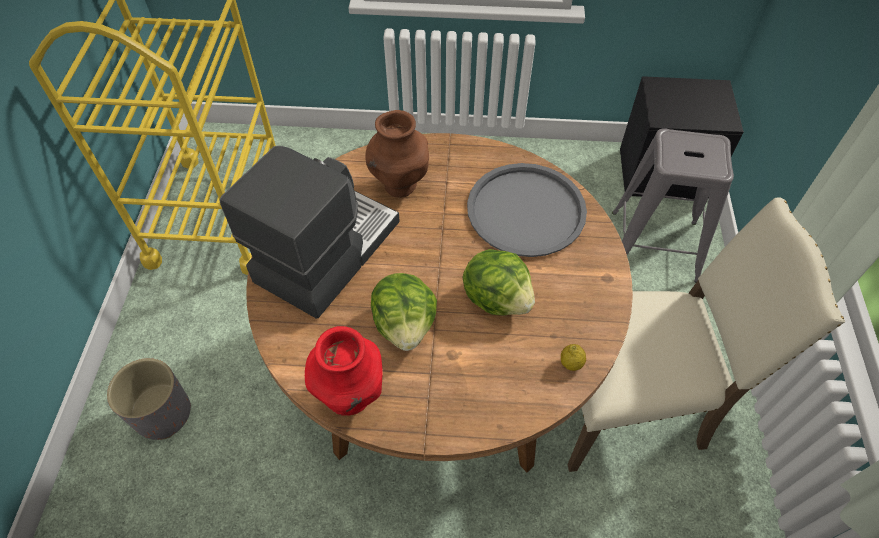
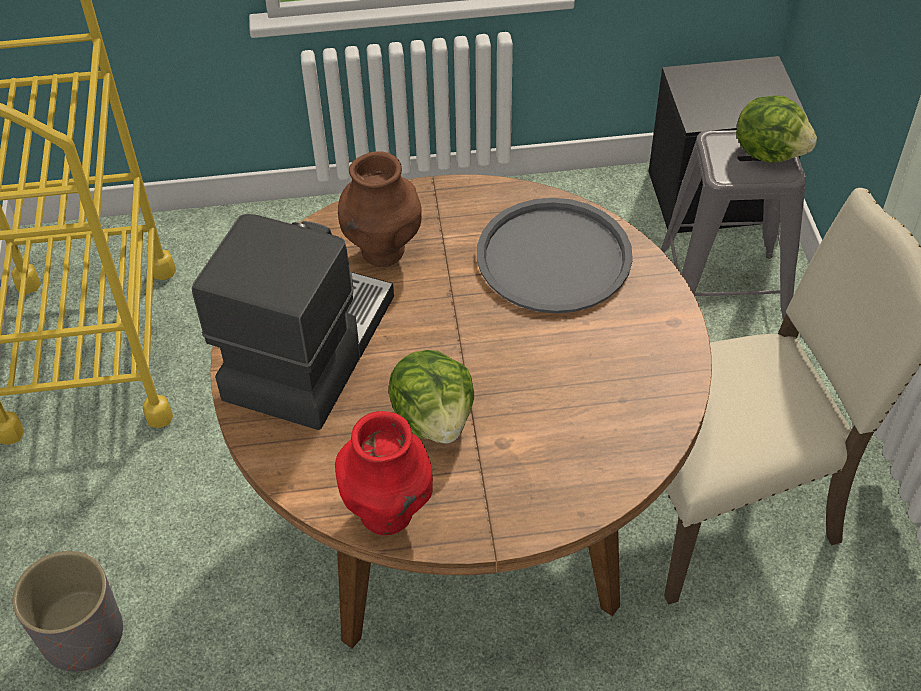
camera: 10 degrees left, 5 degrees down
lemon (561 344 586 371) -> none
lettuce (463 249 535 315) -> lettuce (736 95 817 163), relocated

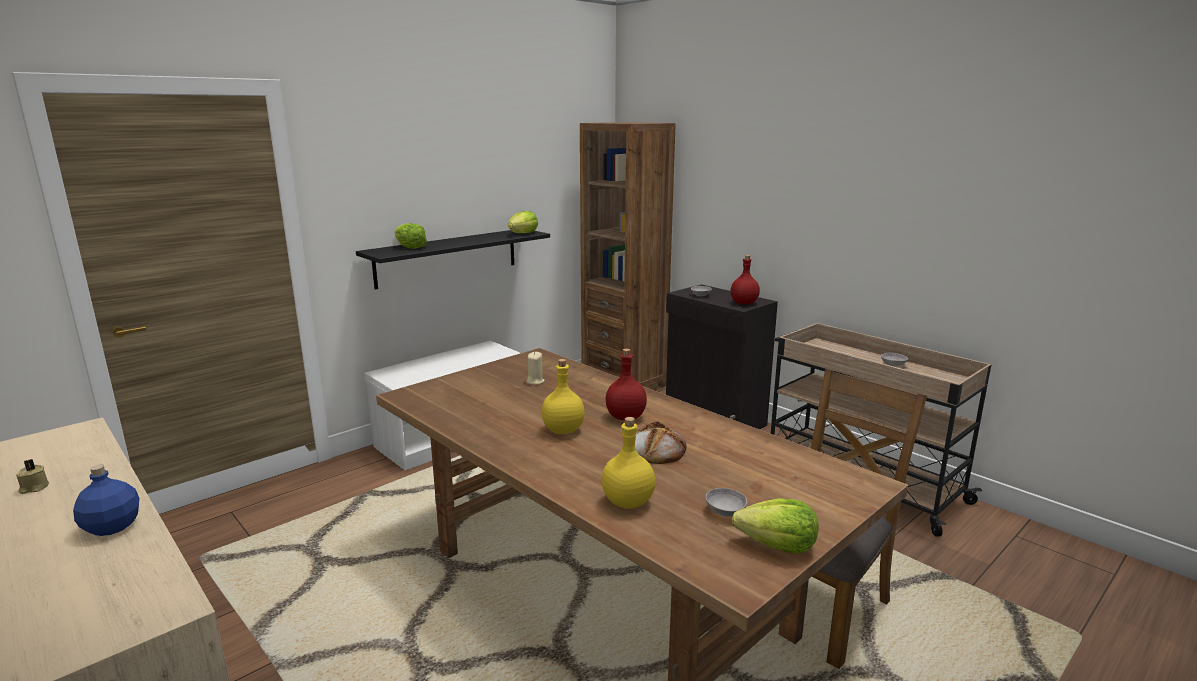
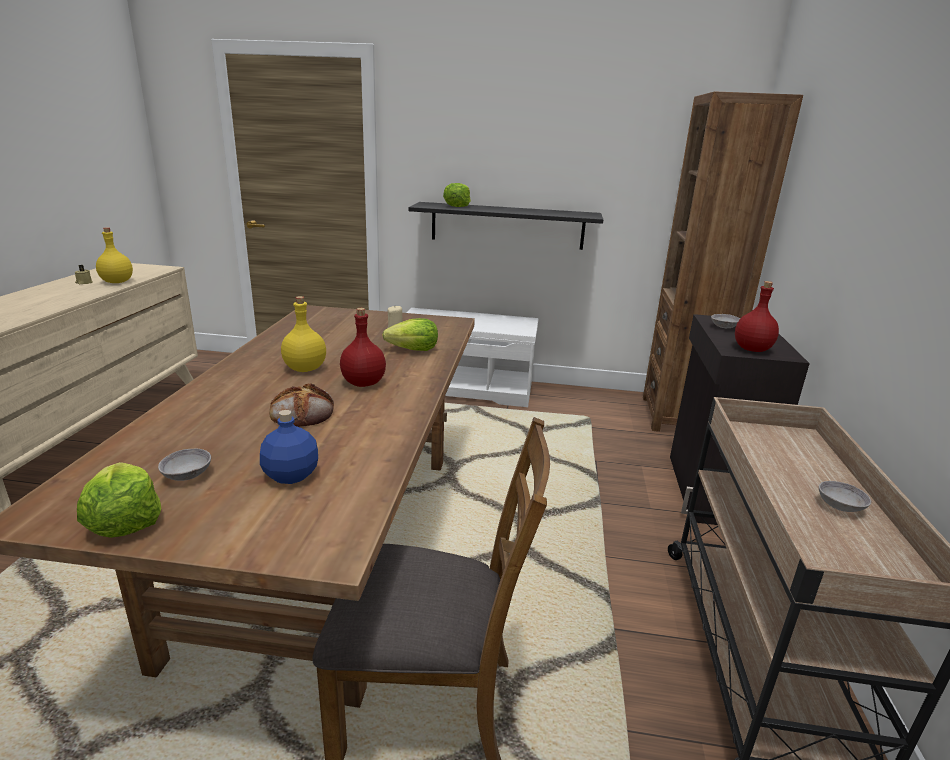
camera: 50 degrees right, 5 degrees up
bottle in blue (73 464 139 536) -> bottle in blue (260 410 318 484), relocated
lettuce (508 211 538 233) -> lettuce (382 318 438 351), relocated
bottle in yellow (601 417 656 509) -> bottle in yellow (96 227 133 283), relocated

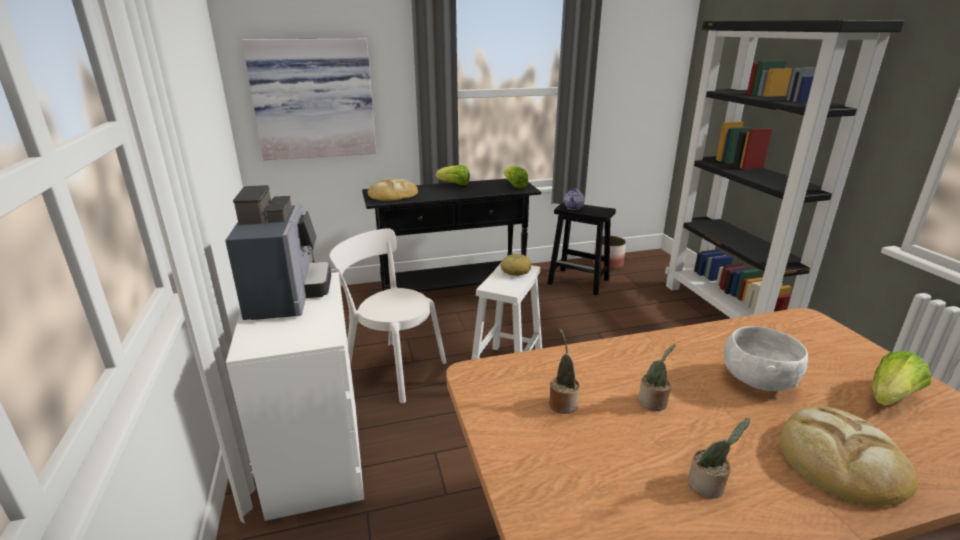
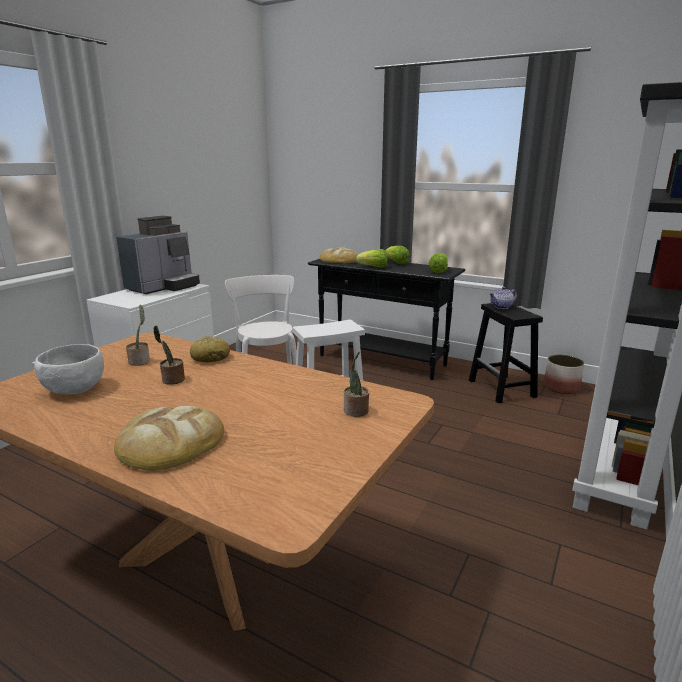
camera: 45 degrees right, 5 degrees down
picture (242 38 376 160) -> none
bread (501 254 531 276) -> bread (190 336 230 363), relocated
potted plant (688 418 750 499) -> potted plant (344 351 369 417), relocated
bowl in white (724 326 808 391) -> bowl in white (32 344 104 394), relocated
lettuce (872 351 931 406) -> lettuce (356 249 388 268), relocated

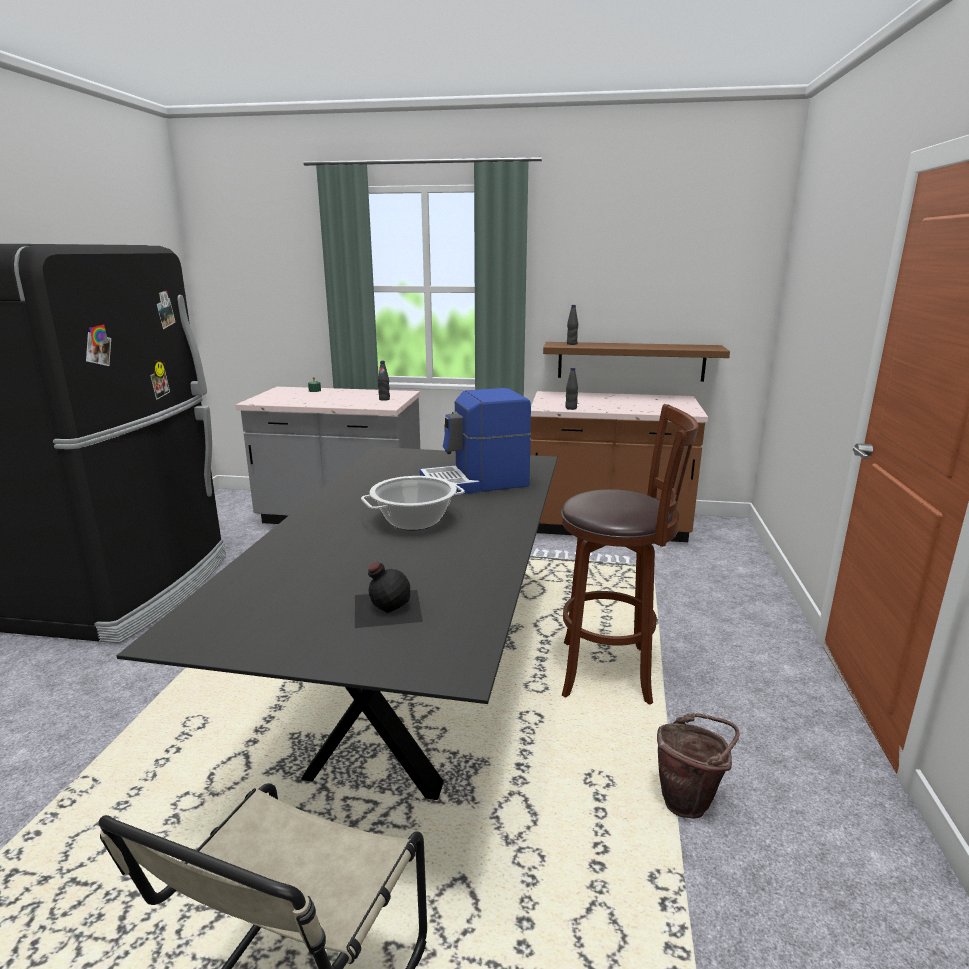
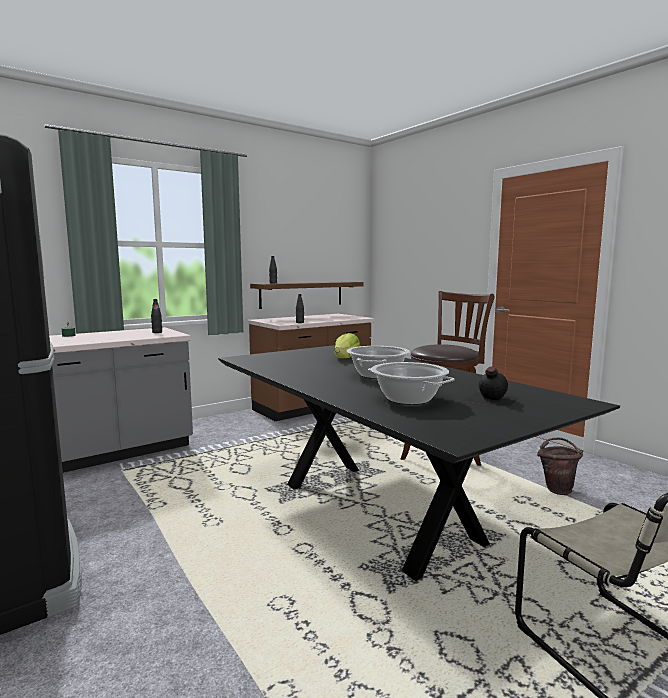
camera: 45 degrees left, 10 degrees down
none -> cooking pot (368 362 455 405)
coffee machine (420 388 531 495) -> lettuce (335 333 360 358)

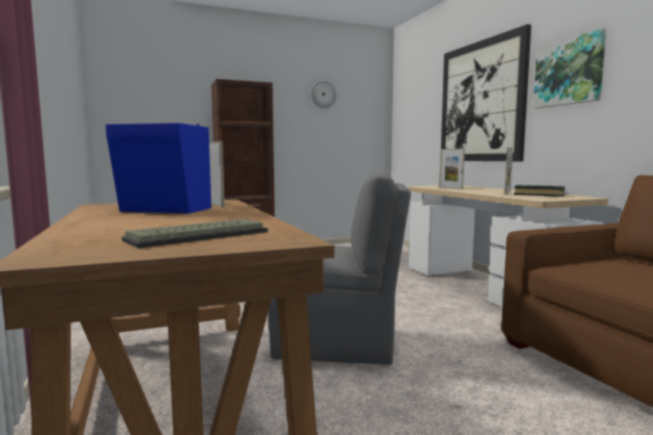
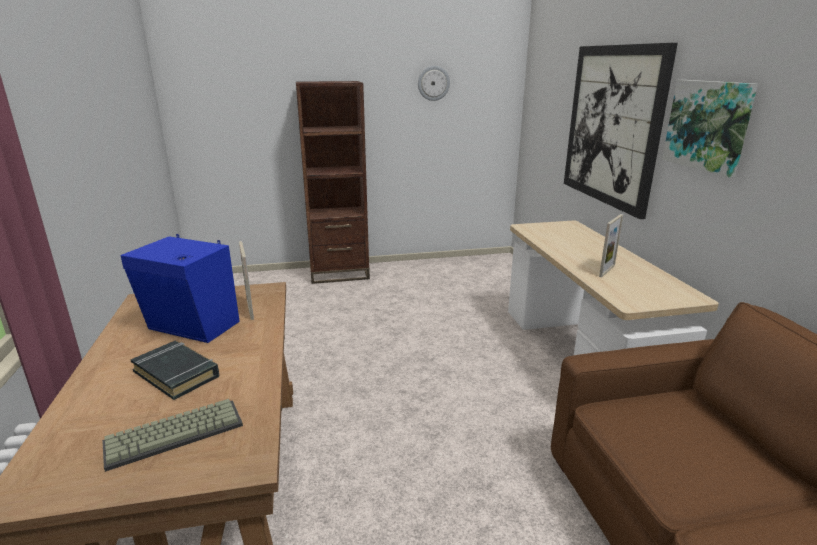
camera: 10 degrees right, 15 degrees up
chair in grey (269 172 411 365) -> none
picture frame (439 149 465 189) -> none
book in black (514 185 565 197) -> book in black (131 341 219 400), relocated

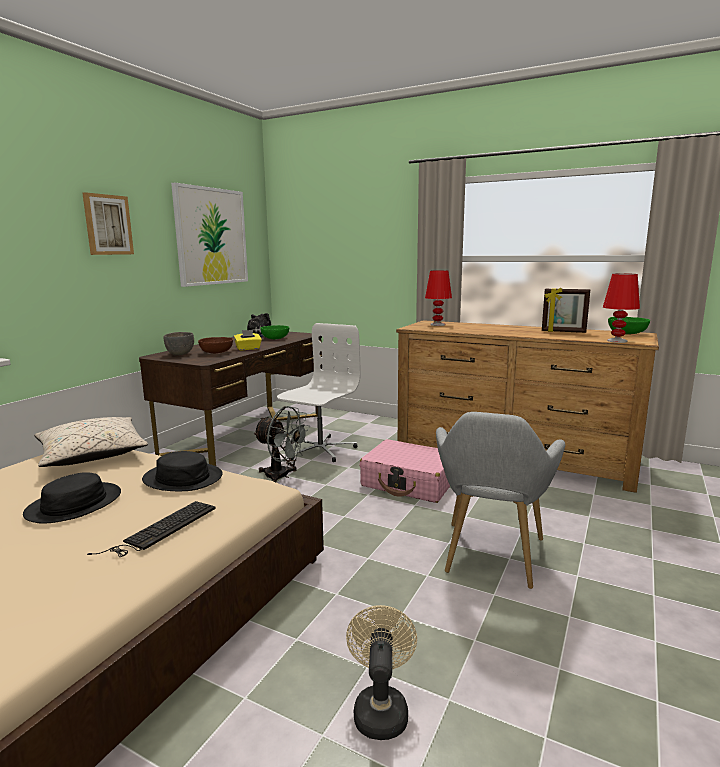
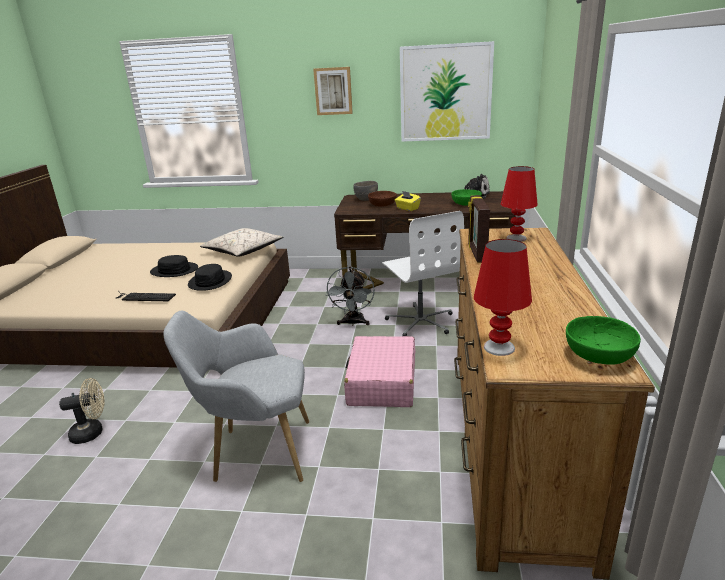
camera: 70 degrees right, 10 degrees up
picture frame (542 287 590 333) -> picture frame (468 195 490 263), relocated
office chair in white (277 323 361 462) -> office chair in white (382 211 464 336), 60 degrees clockwise

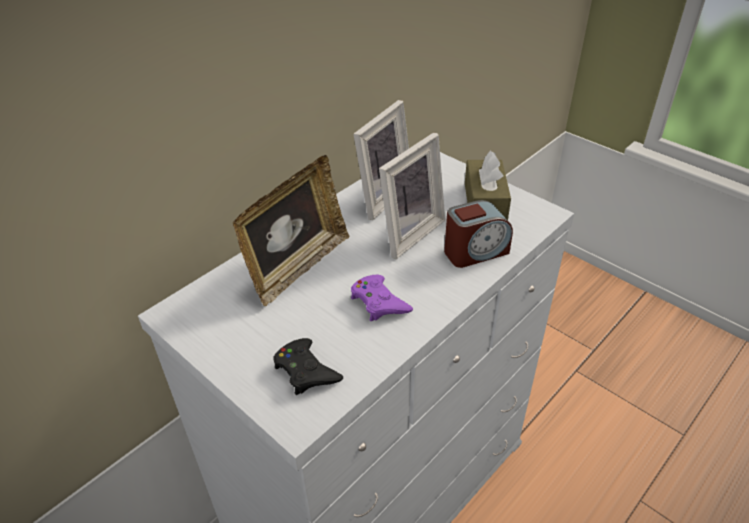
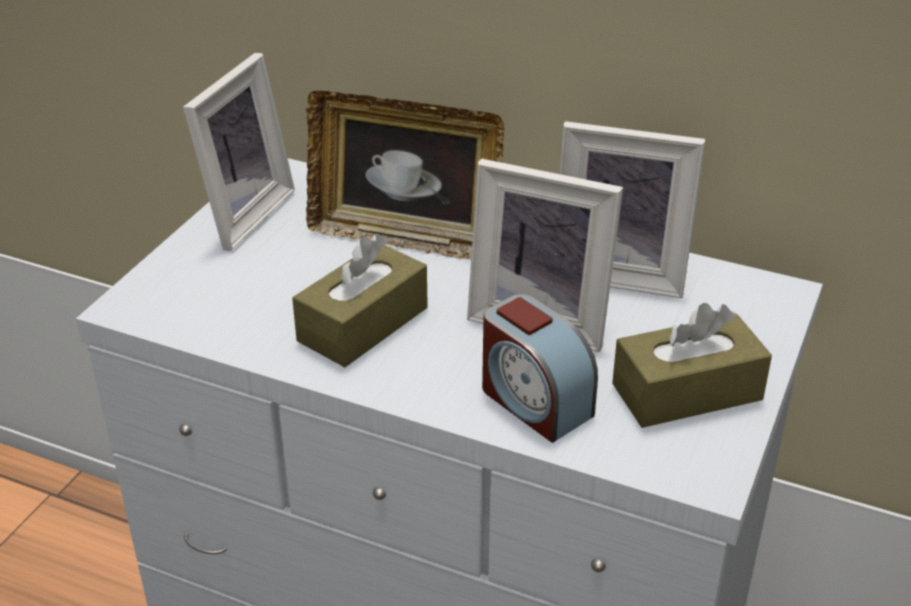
camera: 70 degrees right, 5 degrees down
game controller in black (273 338 343 395) -> none
none -> picture frame (183 53 295 251)
game controller in purple (351 275 413 321) -> tissue box in brown (292 233 428 367)

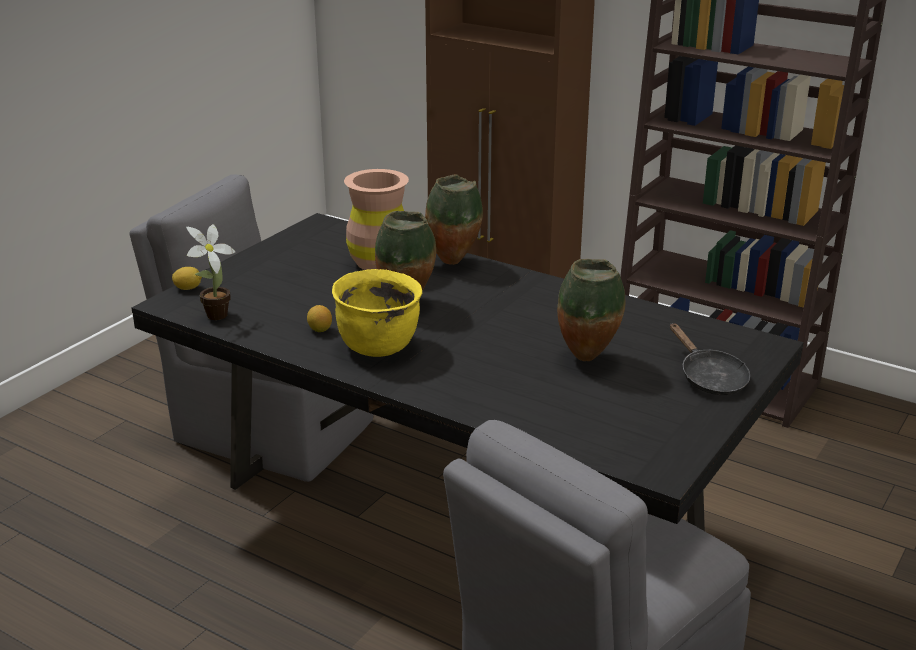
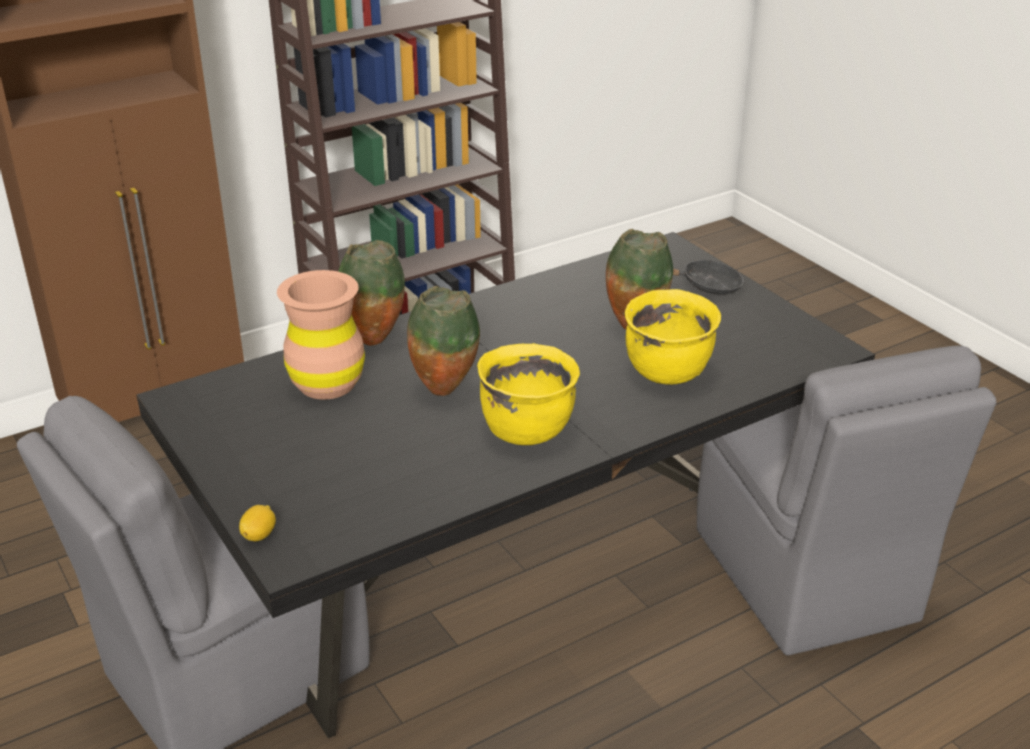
camera: 65 degrees left, 5 degrees up
potted plant (186 224 236 320) -> none
lemon (307 305 332 332) -> none
none -> cooking pot in yellow (625 289 721 385)

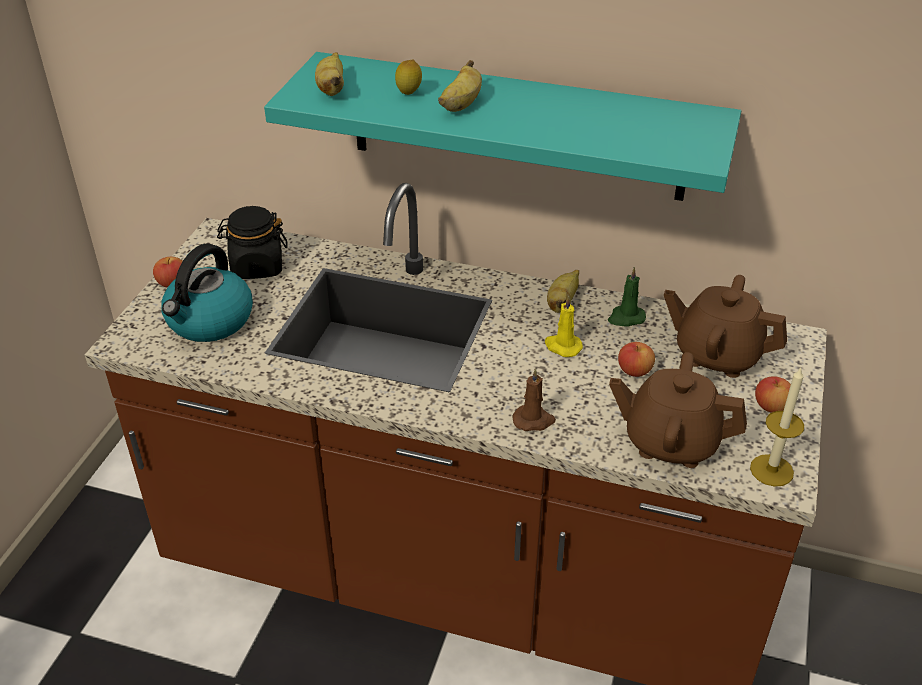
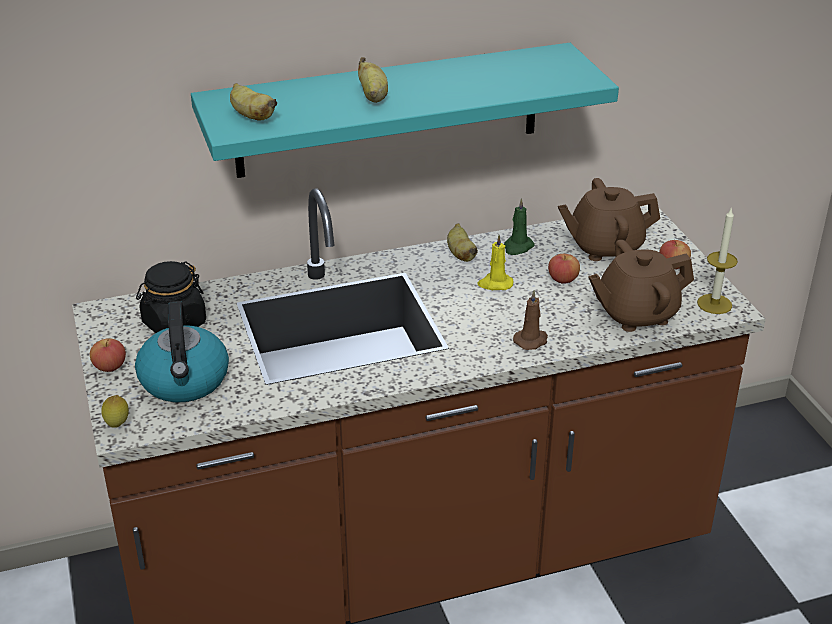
camera: 35 degrees left, 5 degrees down
lemon (395 59 422 95) -> lemon (101 395 129 427), relocated

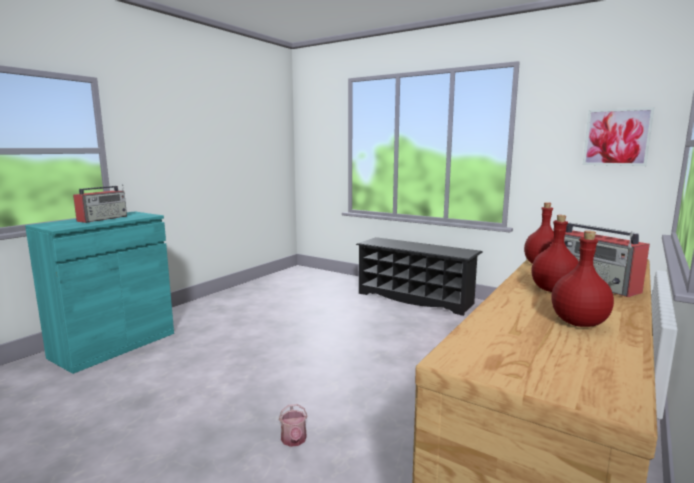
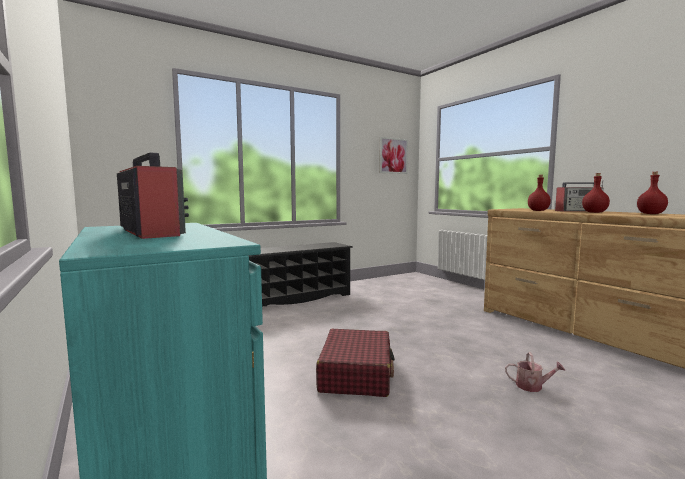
camera: 65 degrees left, 5 degrees down
none -> suitcase in red (316 329 395 397)

